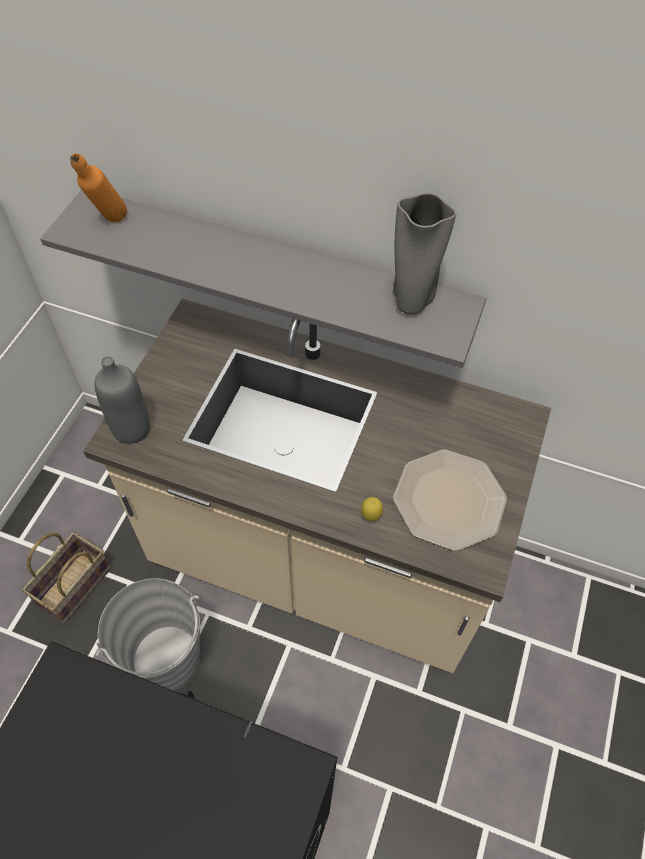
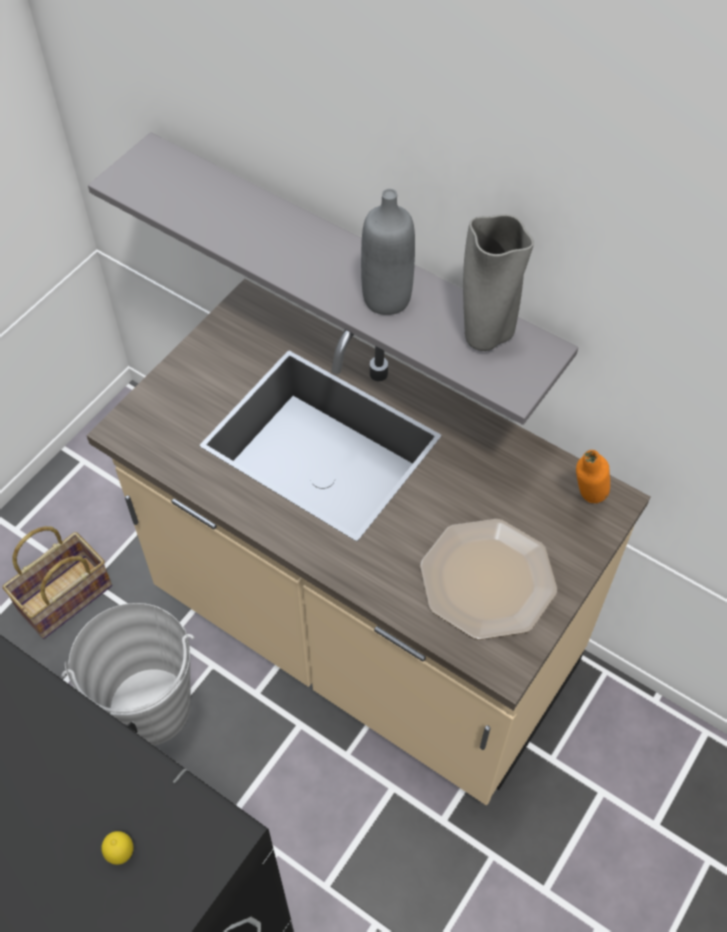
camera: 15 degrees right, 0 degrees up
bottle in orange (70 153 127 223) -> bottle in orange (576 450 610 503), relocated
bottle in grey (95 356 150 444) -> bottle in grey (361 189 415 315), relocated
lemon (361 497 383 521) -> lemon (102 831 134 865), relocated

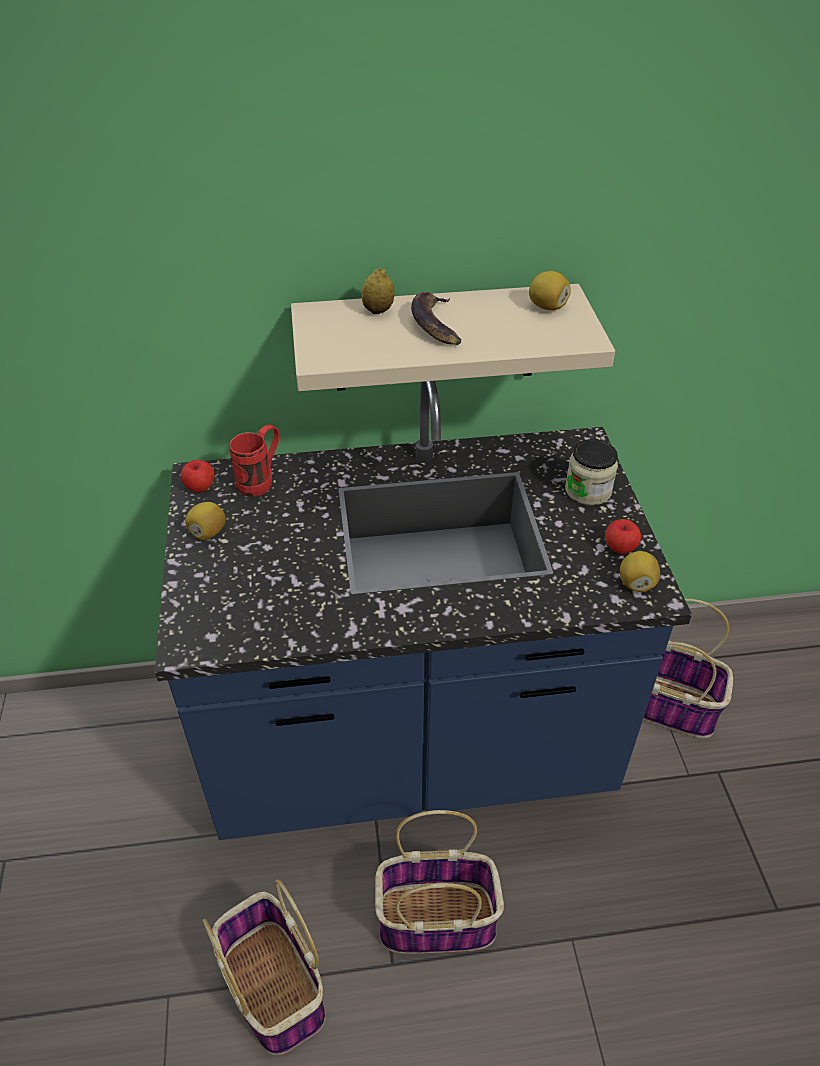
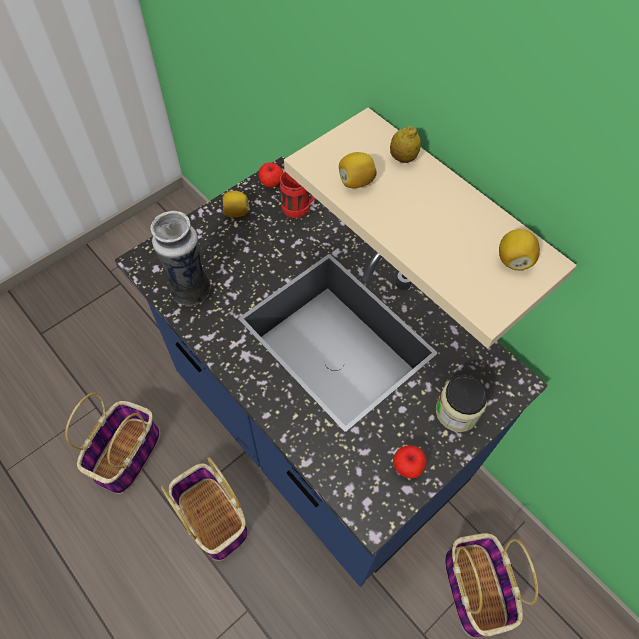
camera: 55 degrees right, 15 degrees up
banana (411 292 461 345) -> none
none -> vase (150 211 210 306)
lemon (620 551 660 592) -> lemon (339 152 377 188), relocated

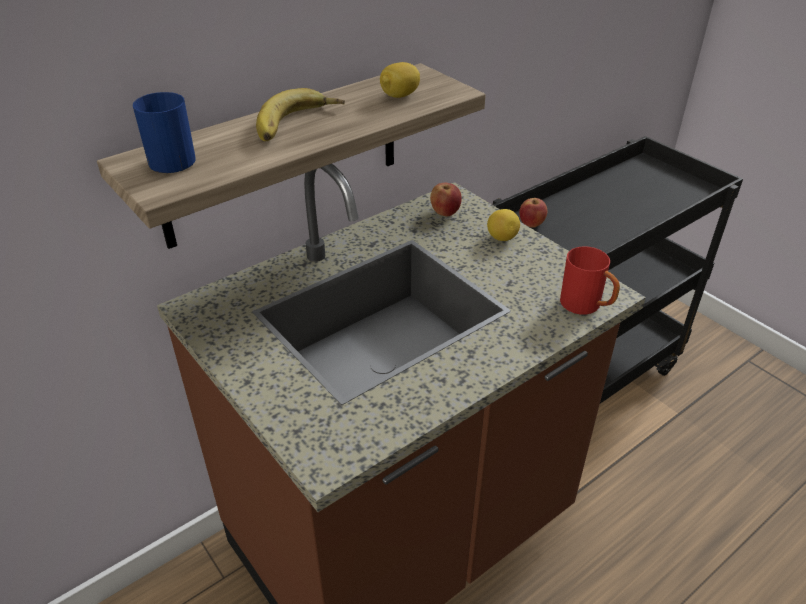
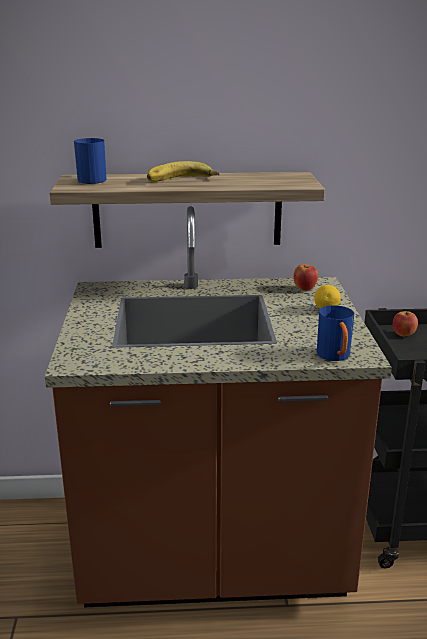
camera: 35 degrees right, 15 degrees down
lemon (380 62 420 98) -> none
mug in red (560 246 620 314) -> mug in blue (317 305 354 361)

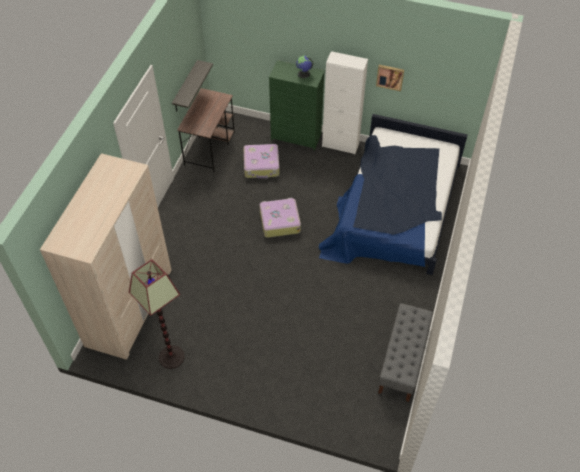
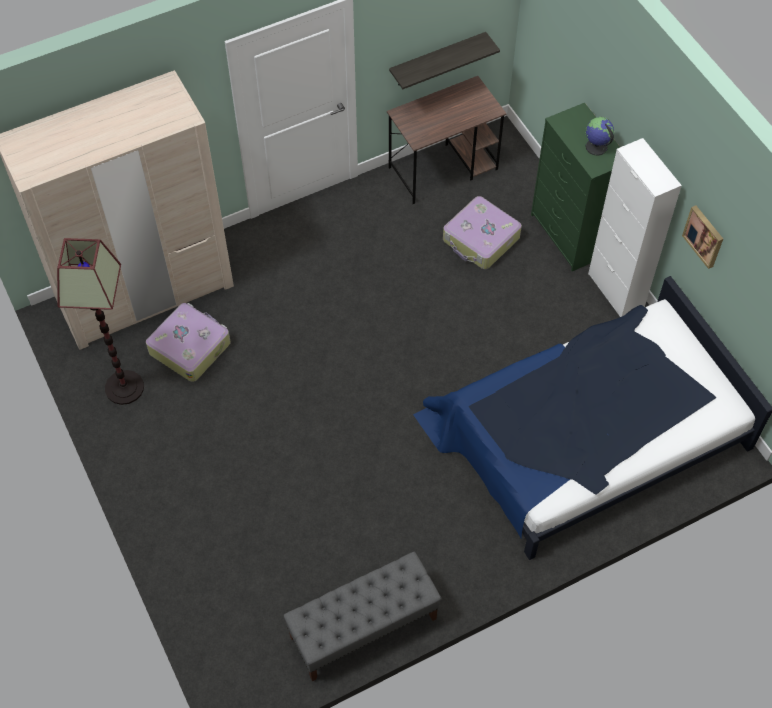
camera: 45 degrees right, 5 degrees up
suitcase (260 198 301 238) -> suitcase (146 303 231 382), relocated

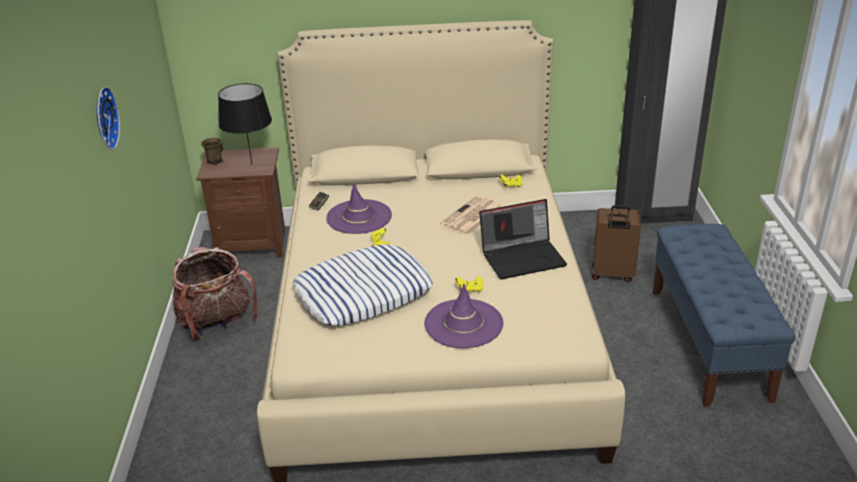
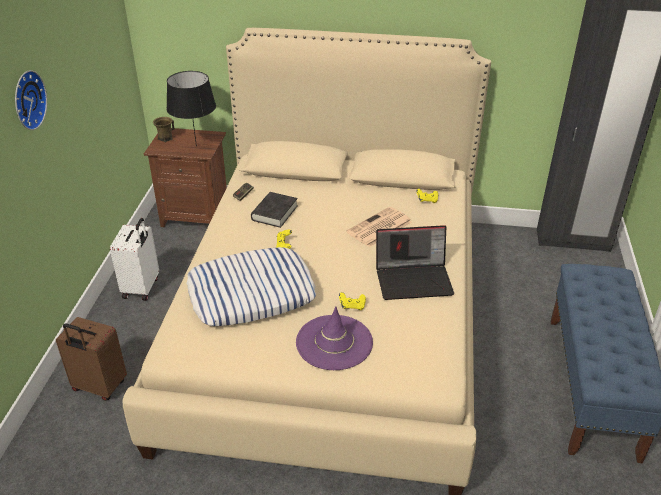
camera: 10 degrees right, 5 degrees up
suitcase in brown (592 205 641 282) -> suitcase in brown (56 317 127 401), relocated
backpack (172 247 258 340) -> suitcase in white (110 218 159 301)
hat in purple (326 182 392 234) -> book in black (251 192 298 228)

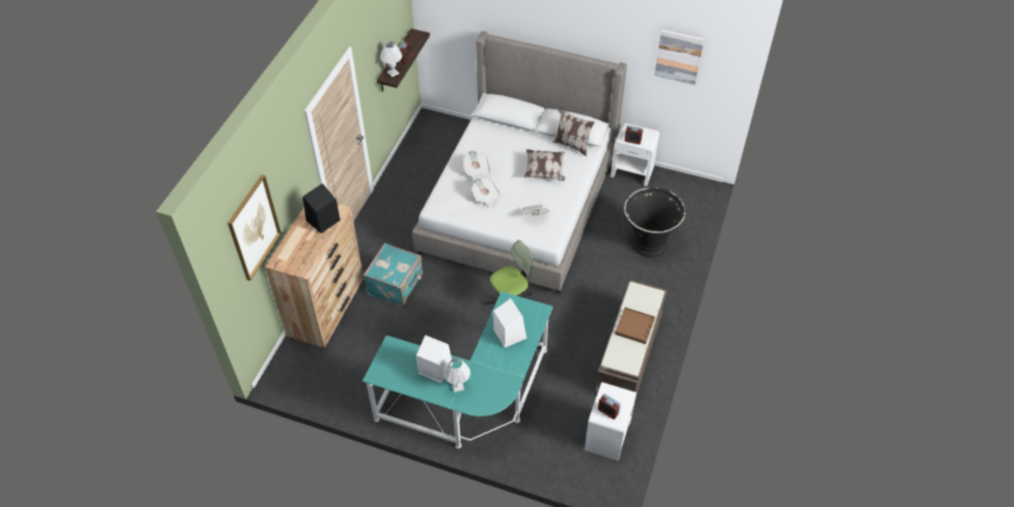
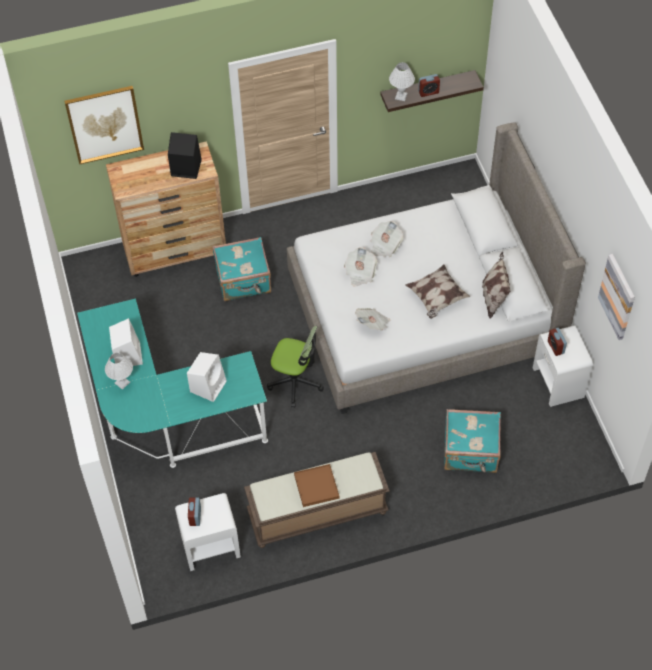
camera: 55 degrees right, 5 degrees up
planter in black (624 187 686 257) -> suitcase in turquoise (444 409 501 473)

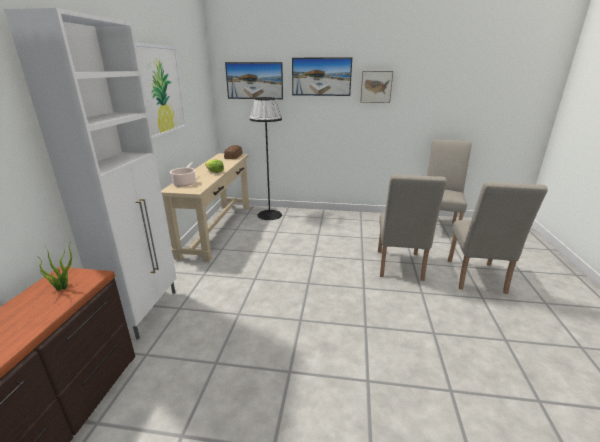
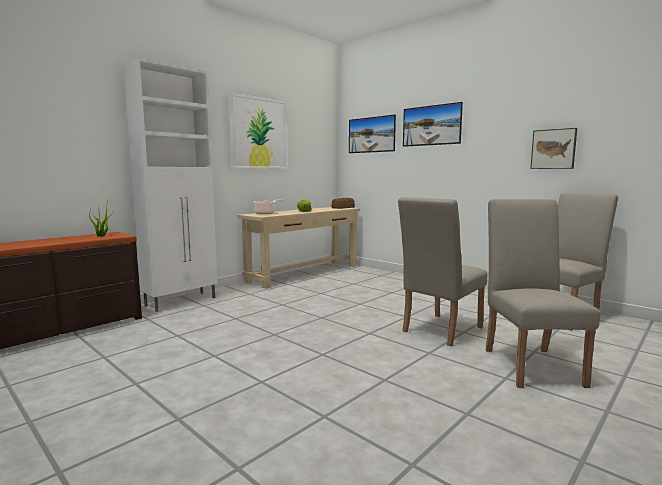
camera: 35 degrees right, 15 degrees down
floor lamp in black (250 97 282 220) -> none
picture (360 71 393 103) -> picture (530 128 577 169), relocated
chair in beige (448 182 548 294) -> chair in beige (486 199 600 388), 135 degrees clockwise

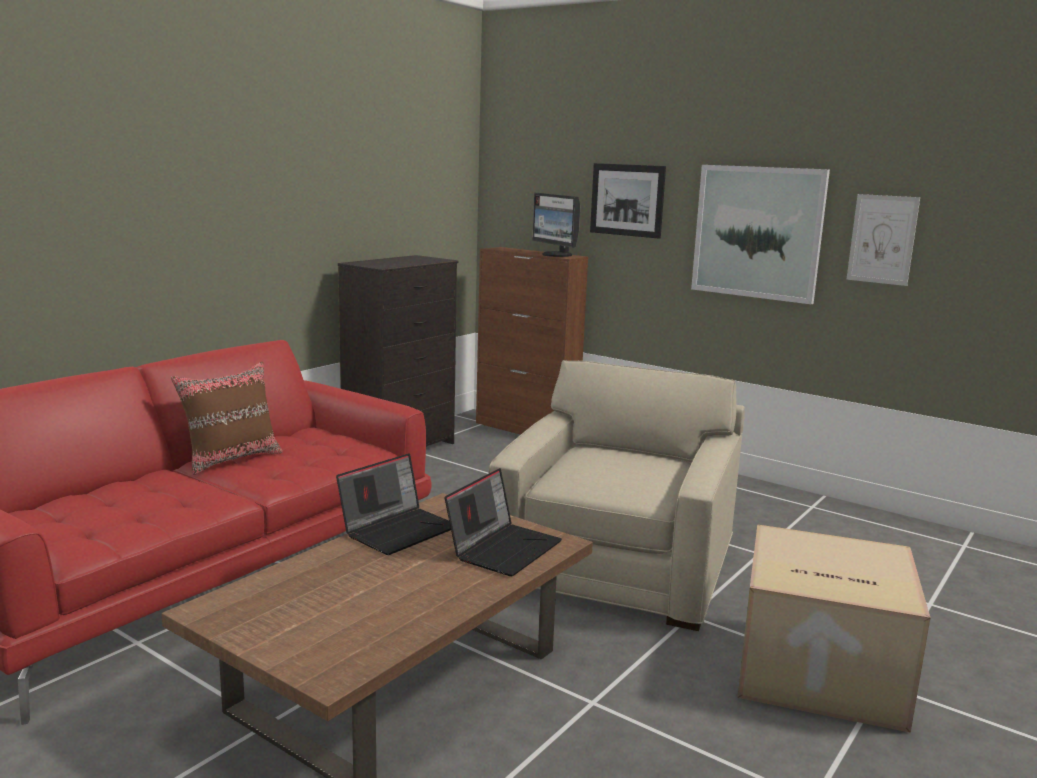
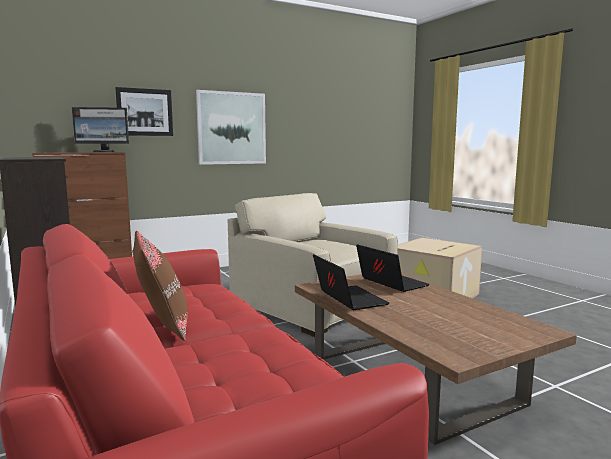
camera: 65 degrees left, 5 degrees down
picture (846 194 920 286) -> none

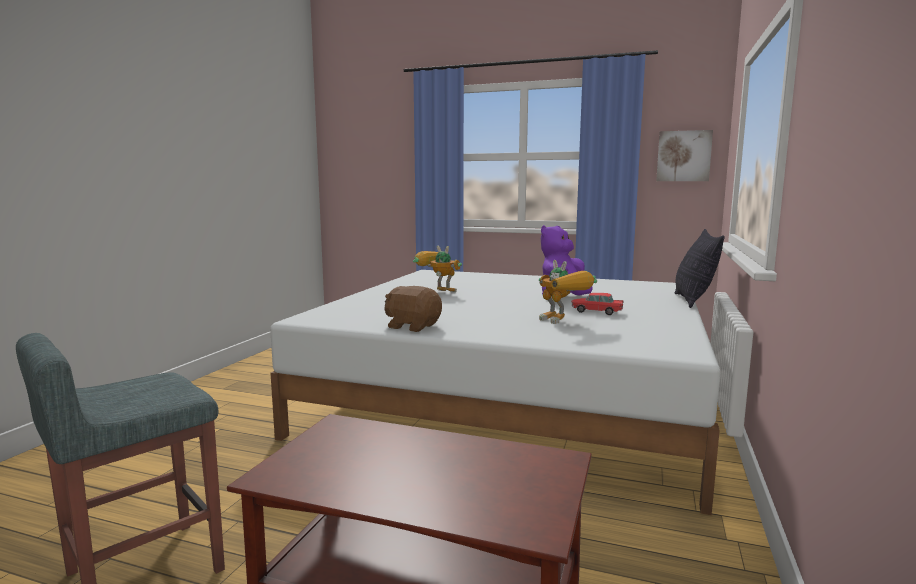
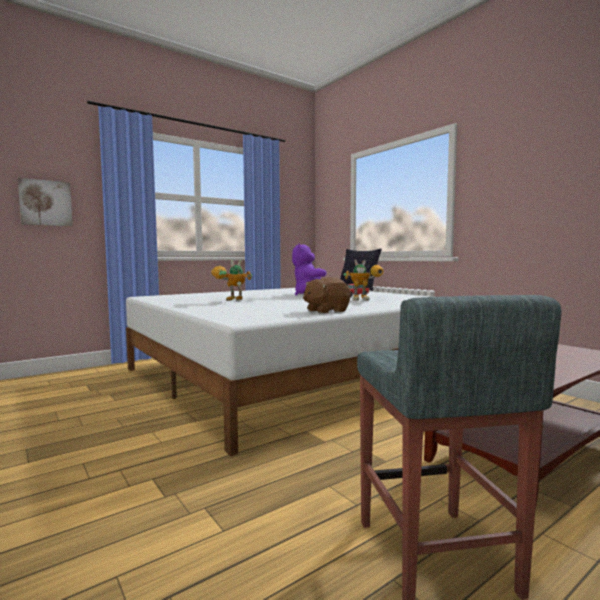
camera: 55 degrees left, 5 degrees down
picture (656 130 713 181) -> picture (18 178 73 226), relocated

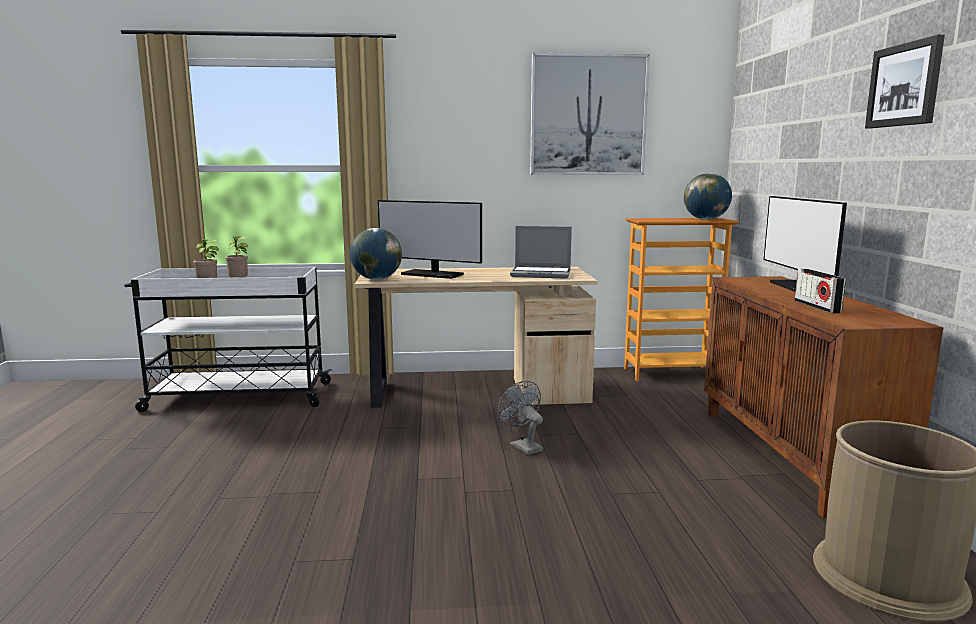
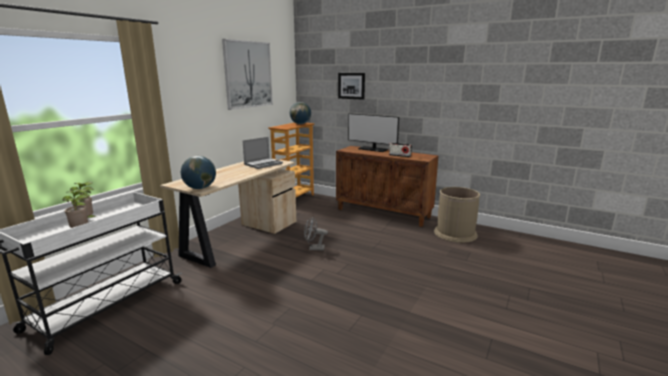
camera: 55 degrees left, 5 degrees up
monitor (378 200 482 279) -> none
picture (865 35 945 129) -> picture (338 73 365 100), relocated

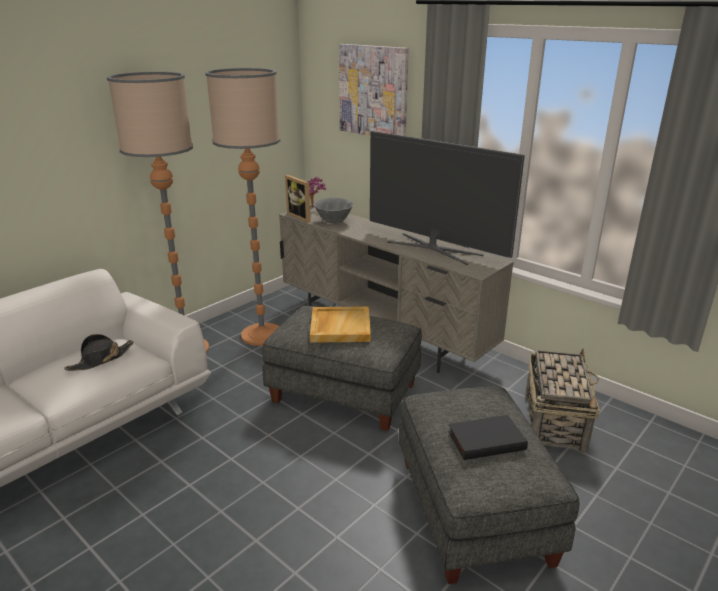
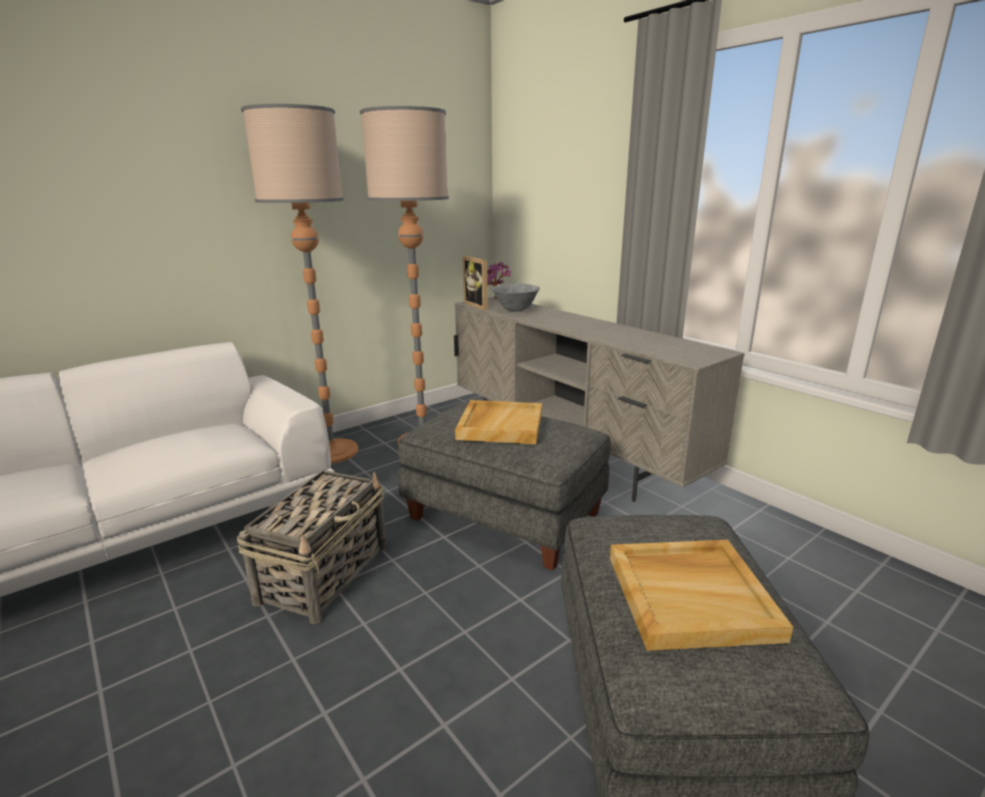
camera: 10 degrees right, 5 degrees down
hat in black (64 334 134 371) -> none
picture (339 44 409 136) -> none
television (370 131 525 265) -> none
basket (525 349 600 453) -> basket (237 470 386 624), relocated
book in black (448 415 528 460) -> tray in beige (610 540 793 651)

